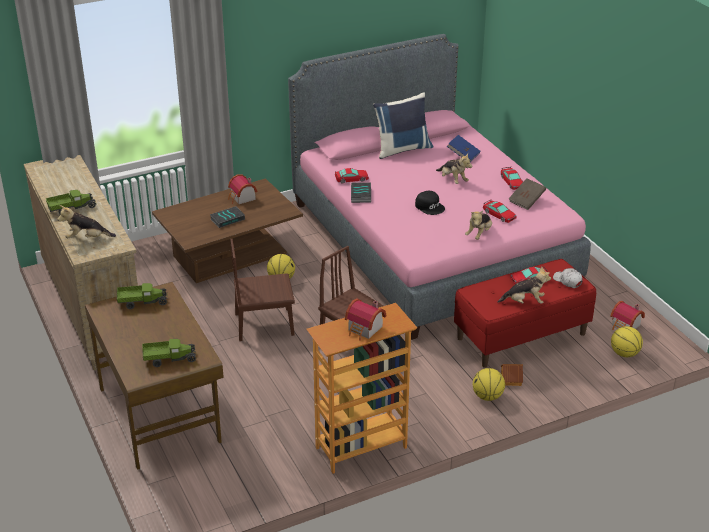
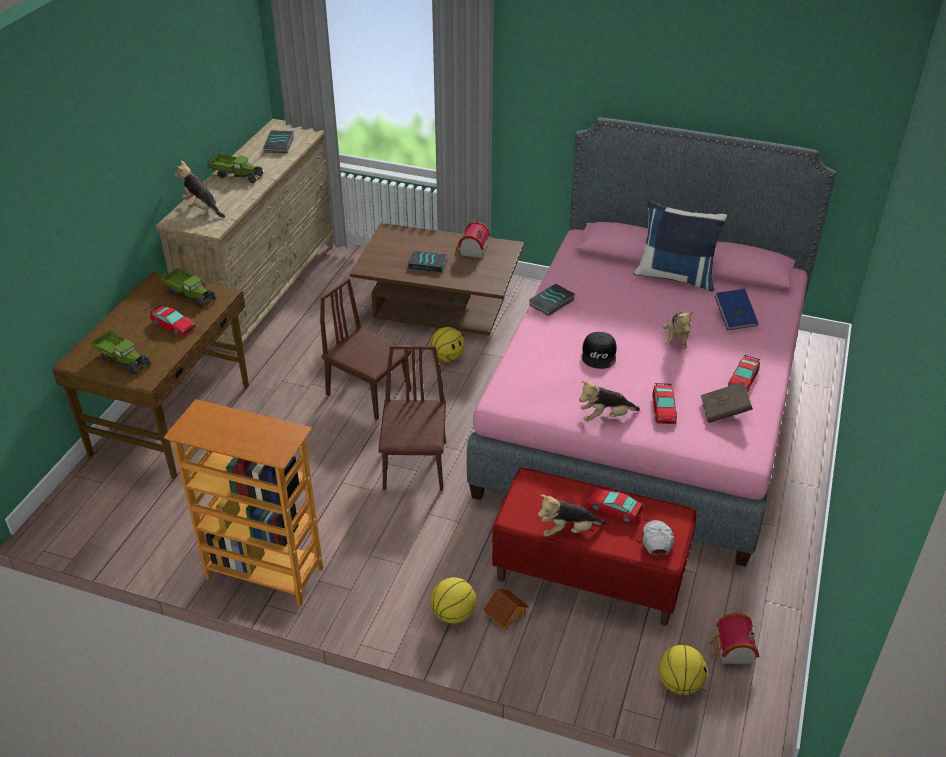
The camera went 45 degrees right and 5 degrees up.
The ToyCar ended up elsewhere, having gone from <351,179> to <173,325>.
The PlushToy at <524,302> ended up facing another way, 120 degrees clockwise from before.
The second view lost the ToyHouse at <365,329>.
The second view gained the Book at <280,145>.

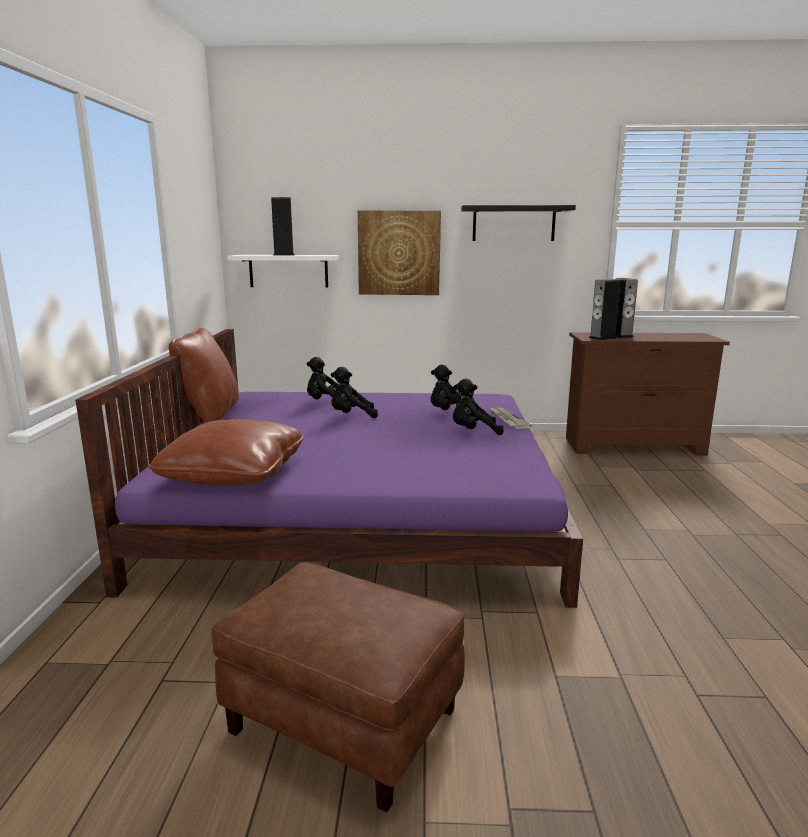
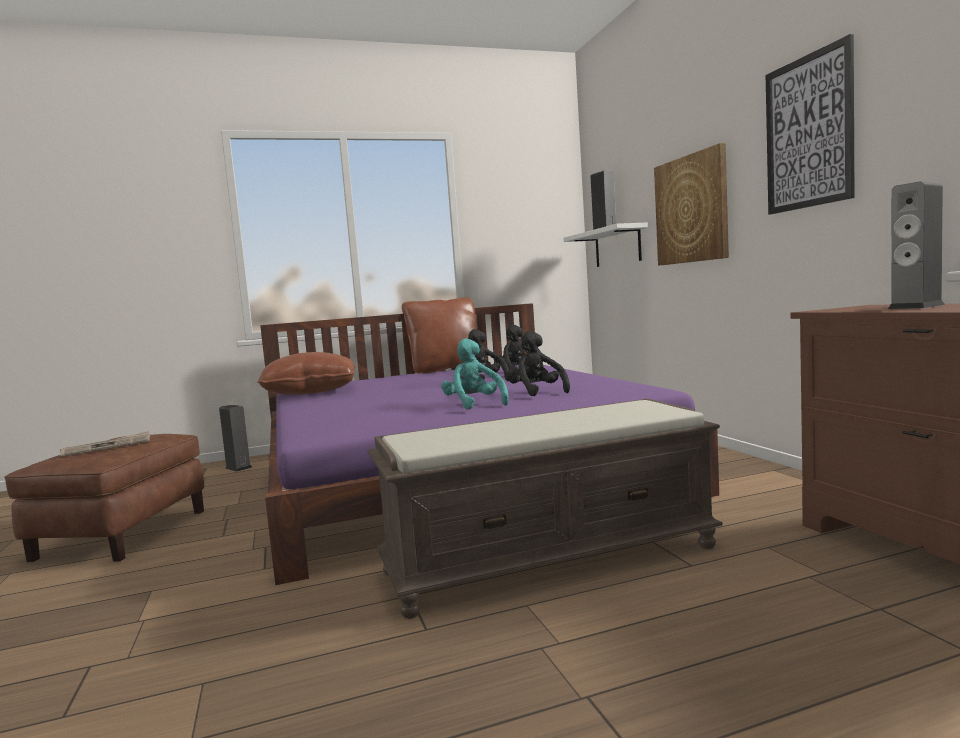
The camera went 70 degrees right and 10 degrees down.
Where the BlackShelf hung at <513,223>, the Picture came to hang at <808,132>.
The Speaker ended up elsewhere, having gone from <602,338> to <238,467>.
What was the BlackPlushToy at <473,432> turned into the TurquoisePlushToy at <474,405>.
The Newspaper ended up elsewhere, having gone from <508,420> to <107,447>.
The second view gained the BrownBench at <551,558>.

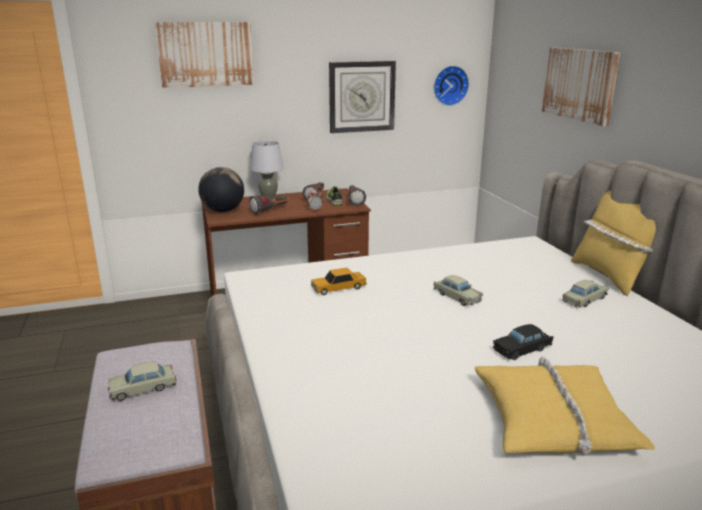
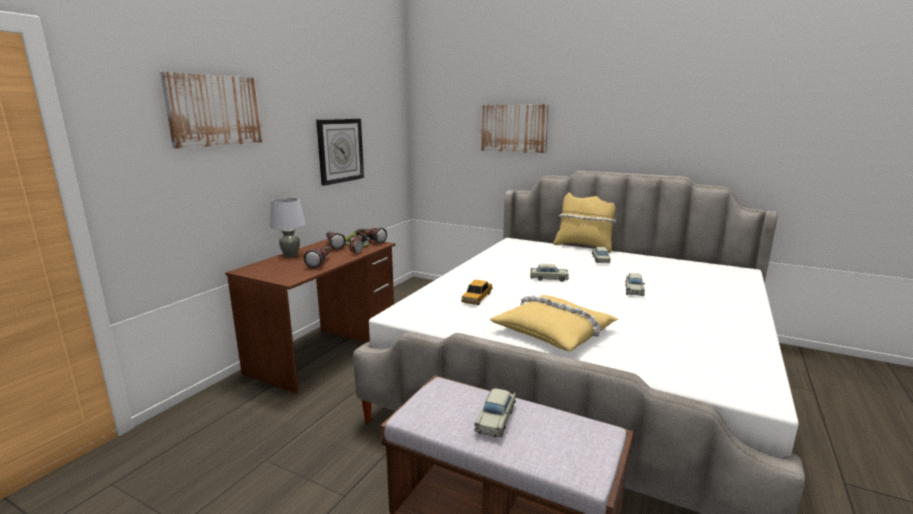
The camera went 45 degrees left and 5 degrees down.
The second view lost the WallClock at <449,85>.
The second view lost the Globe at <223,211>.
What was the BlackToyCar at <522,349> turned into the BeigeToyCar at <634,290>.
The YellowPillow ended up elsewhere, having gone from <553,420> to <554,331>.

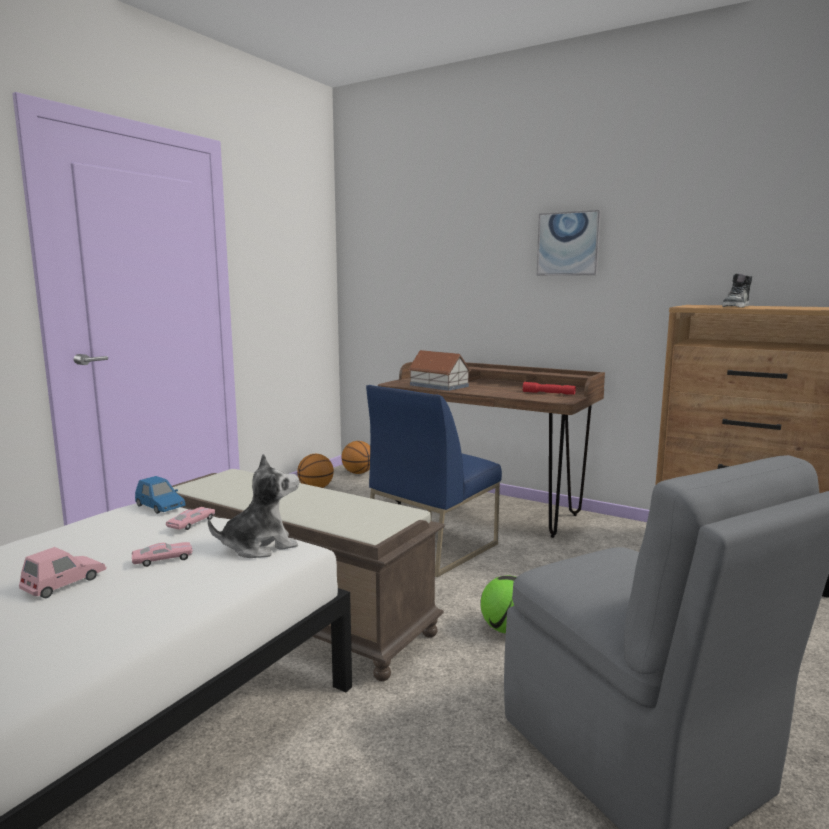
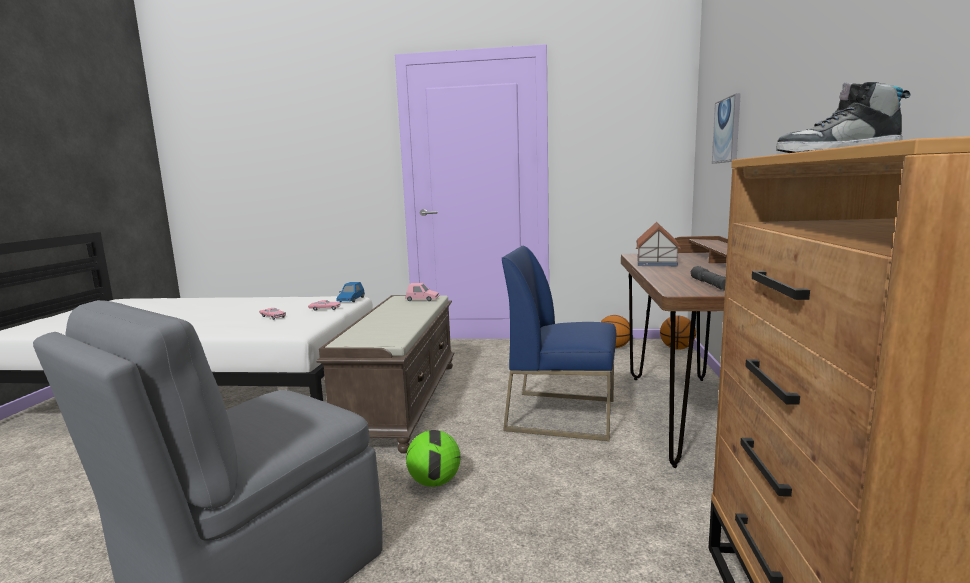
The camera went 65 degrees right and 0 degrees up.
The Picture ended up elsewhere, having gone from <568,244> to <727,130>.
What was the RedFlashlight at <548,393> turned into the GreyFlashlight at <710,284>.
The second view lost the PlushToy at <260,546>.
The PinkToyCar ended up elsewhere, having gone from <64,583> to <422,299>.

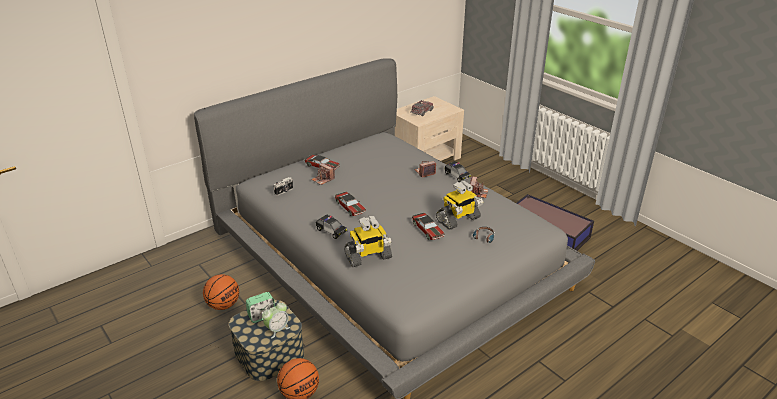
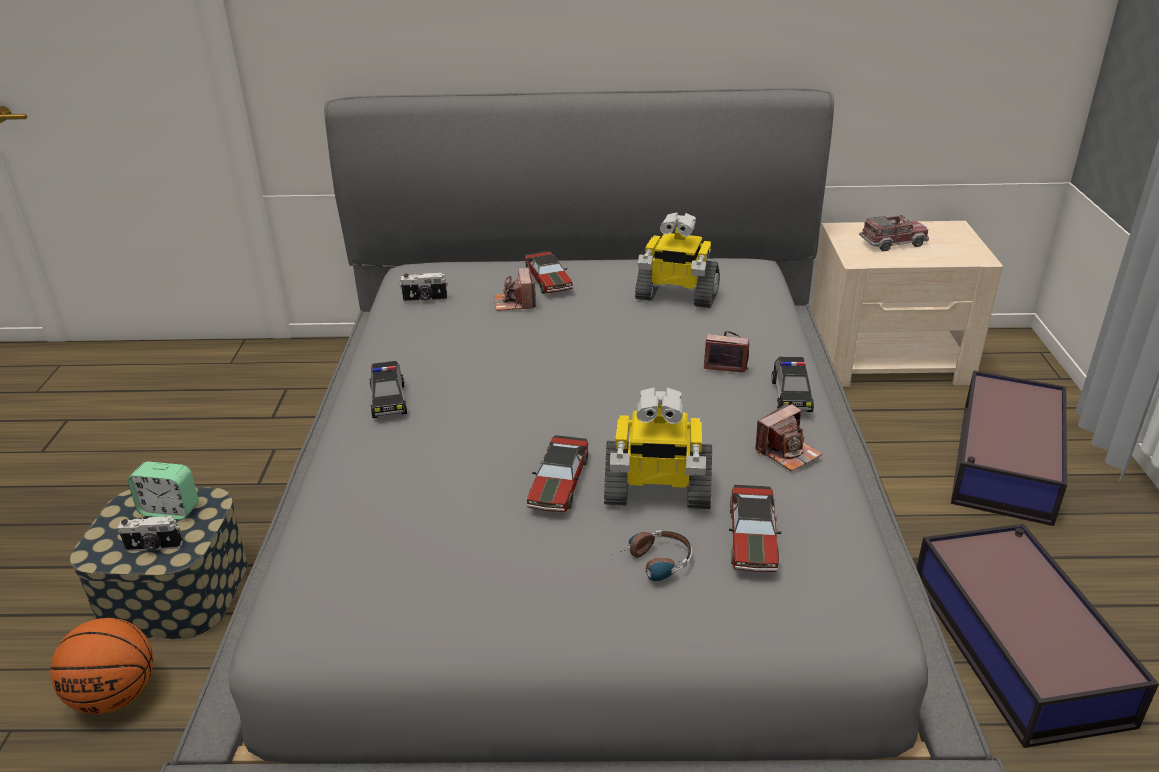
The camera went 40 degrees right and 0 degrees up.
The ToyCar ended up elsewhere, having gone from <350,207> to <752,538>.
The ToyRobot ended up elsewhere, having gone from <368,257> to <676,296>.
The second view lost the Basketball at <223,305>.
Where the AlarmClock stood at <277,329>, the PhotoCamera came to stand at <153,547>.
The second view gained the StorageBox at <1004,463>.

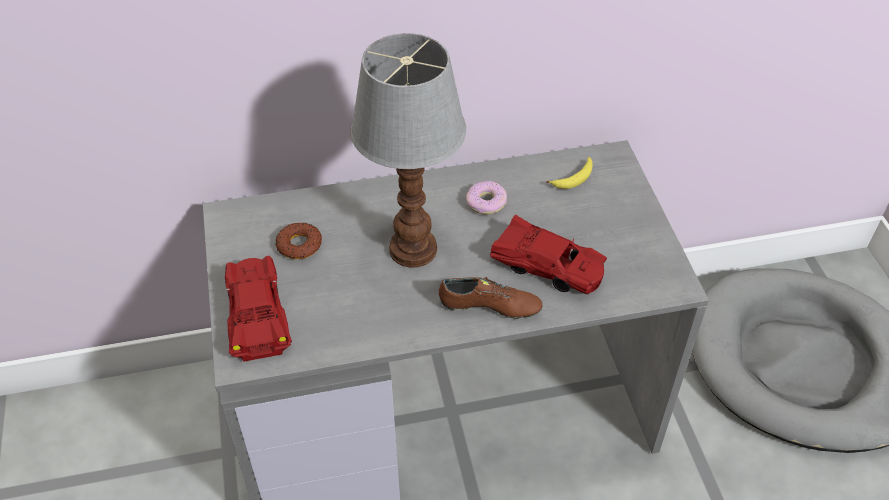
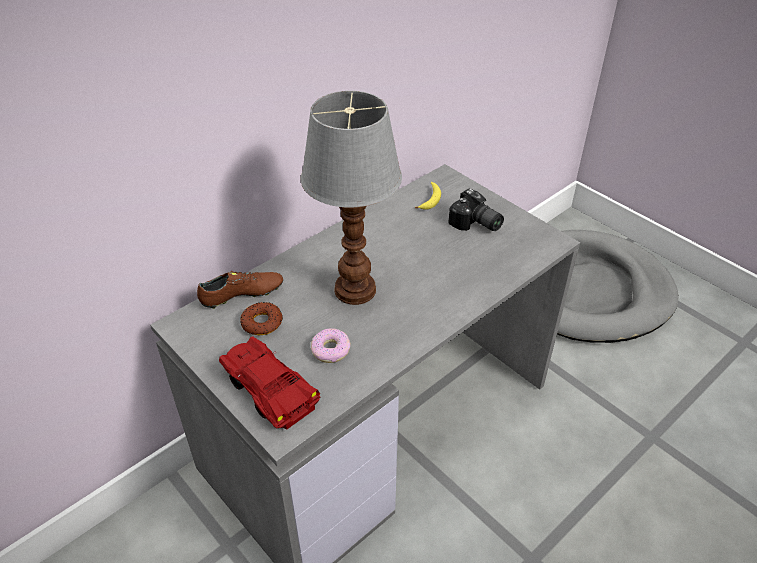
The camera went 30 degrees left and 5 degrees down.
The Donut ended up elsewhere, having gone from <486,203> to <331,350>.
The second view lost the RedToyCar at <547,267>.
The BrownShoe ended up elsewhere, having gone from <489,307> to <242,295>.
The second view gained the PhotoCamera at <475,224>.

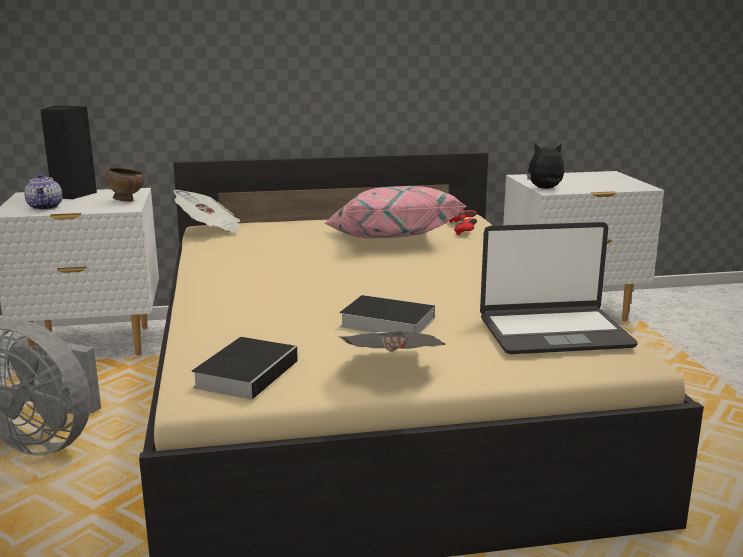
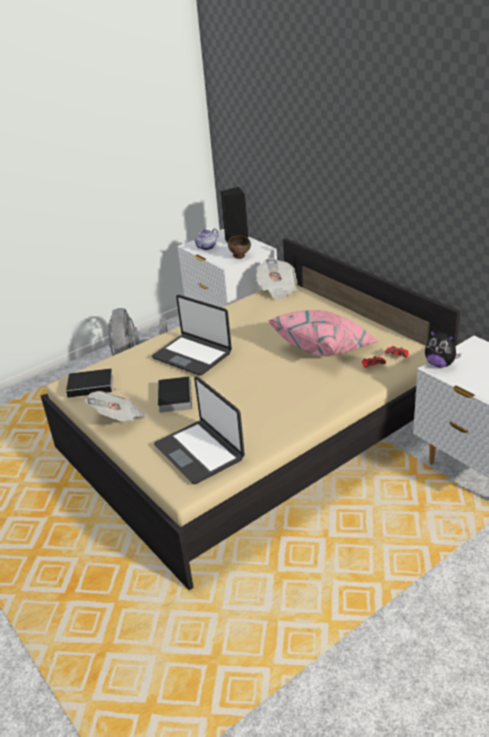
The camera went 65 degrees right and 15 degrees up.
The PlushToy at <545,189> ended up facing another way, 150 degrees clockwise from before.
The second view gained the Laptop at <192,355>.

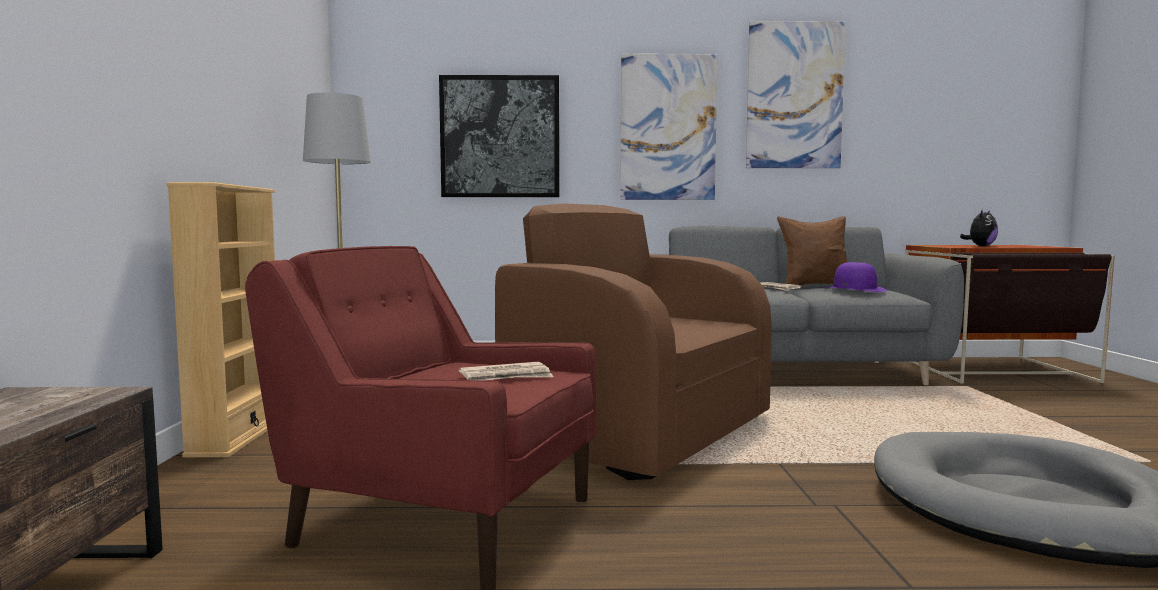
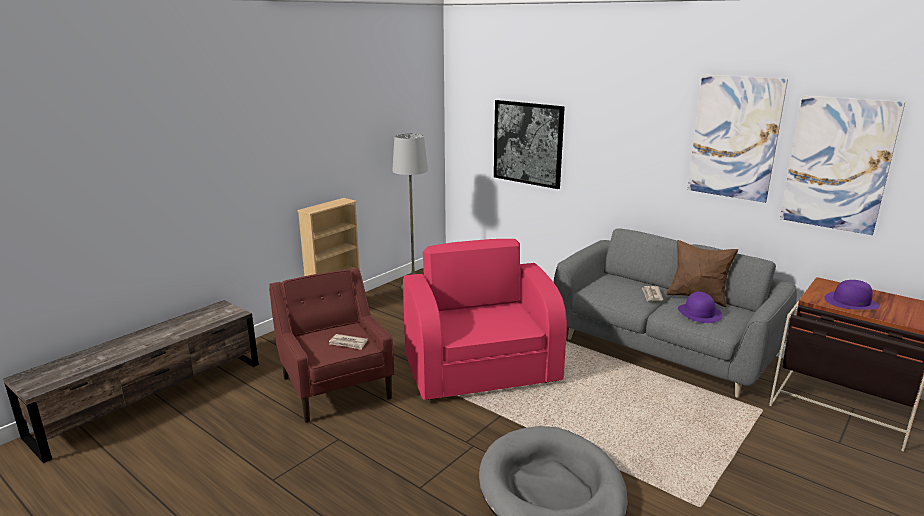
The camera went 40 degrees right and 15 degrees up.
The Picture ended up elsewhere, having gone from <668,127> to <837,164>.
What was the BrownArmchair at <642,432> turned into the PinkArmchair at <482,369>.
Where the PlushToy stood at <980,246>, the PurpleHat came to stand at <851,302>.

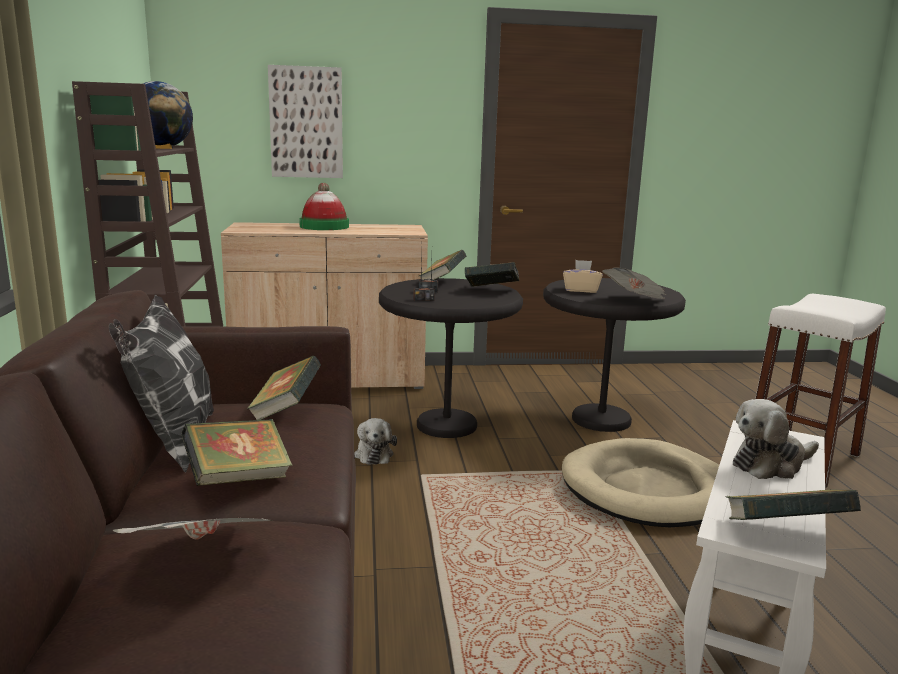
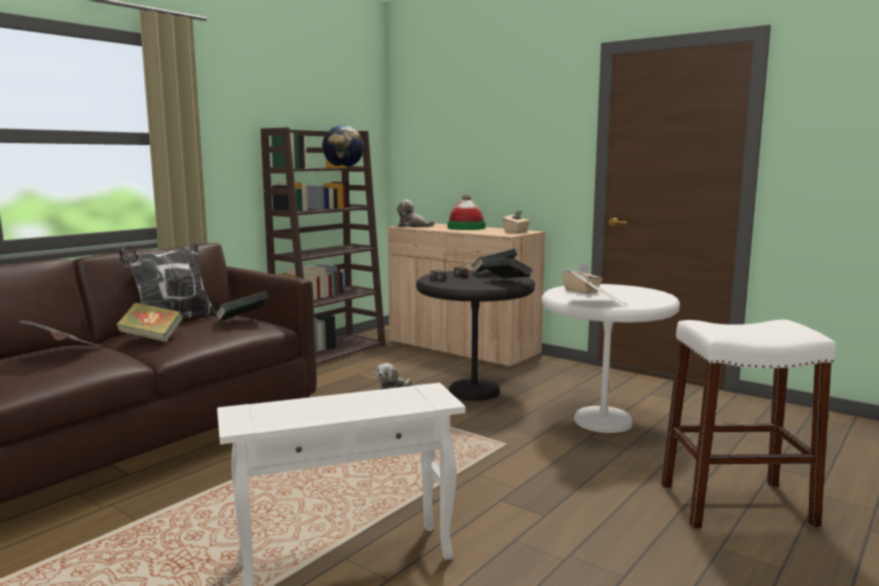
The camera went 45 degrees right and 5 degrees down.
The second view lost the Picture at <306,122>.
What was the BlackSideTable at <601,420> turned into the WhiteSideTable at <603,421>.
The PlushToy ended up elsewhere, having gone from <770,464> to <413,226>.
The second view lost the BeigeDogBed at <649,490>.
The second view lost the Book at <783,535>.
The second view gained the BeigeTissueBox at <516,232>.

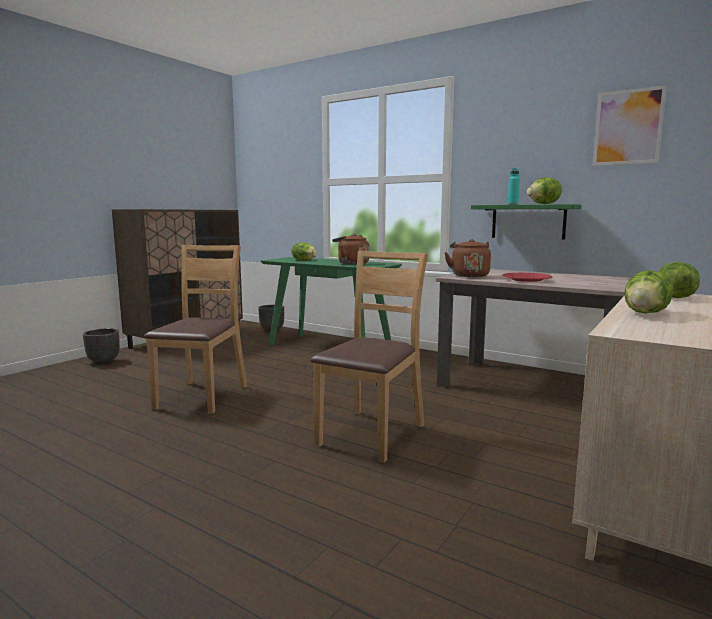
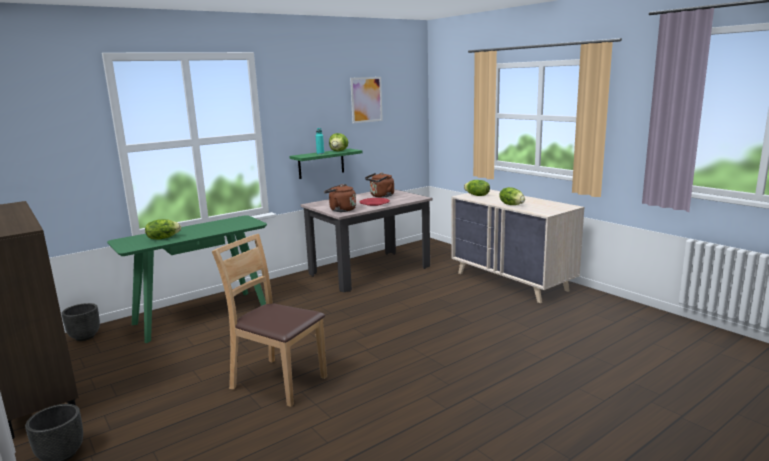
The camera went 70 degrees left and 5 degrees up.
The BrownKettle ended up elsewhere, having gone from <351,263> to <381,196>.
The second view lost the BrownChair at <371,434>.

